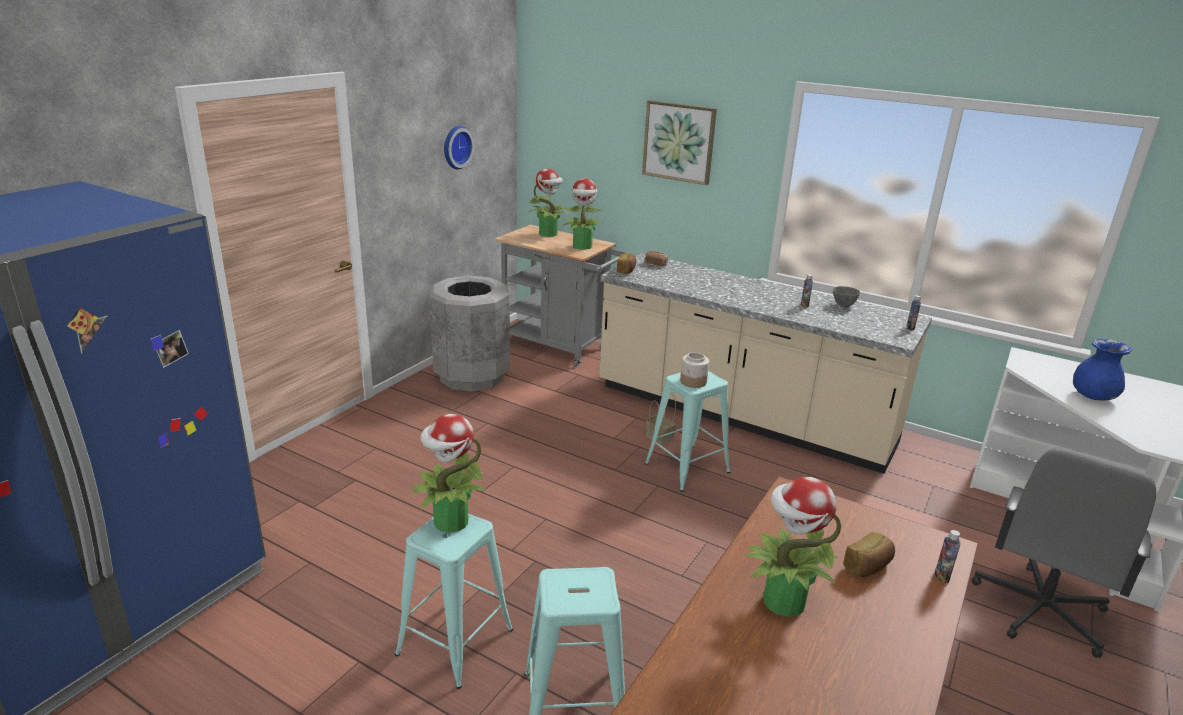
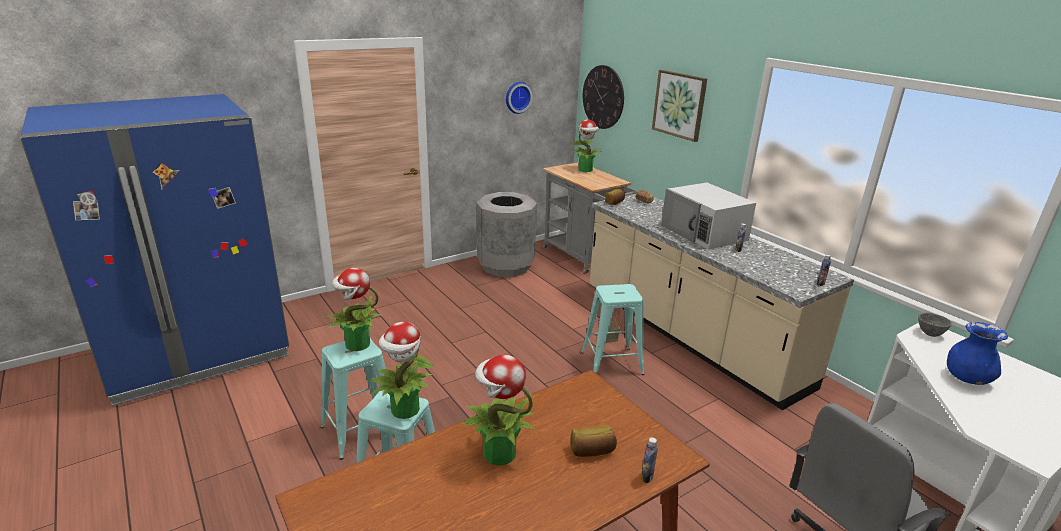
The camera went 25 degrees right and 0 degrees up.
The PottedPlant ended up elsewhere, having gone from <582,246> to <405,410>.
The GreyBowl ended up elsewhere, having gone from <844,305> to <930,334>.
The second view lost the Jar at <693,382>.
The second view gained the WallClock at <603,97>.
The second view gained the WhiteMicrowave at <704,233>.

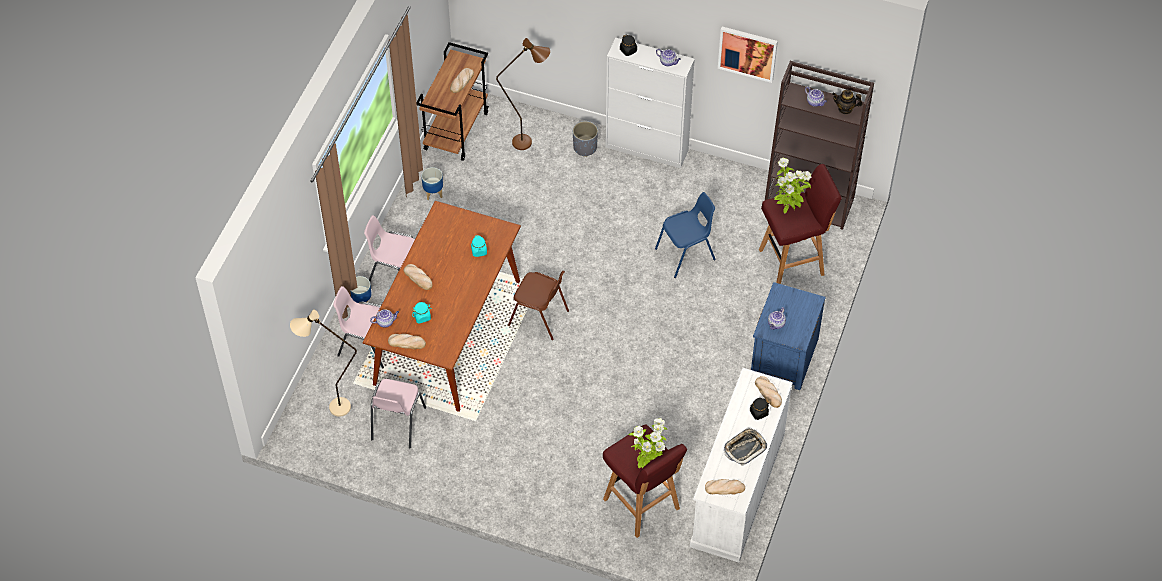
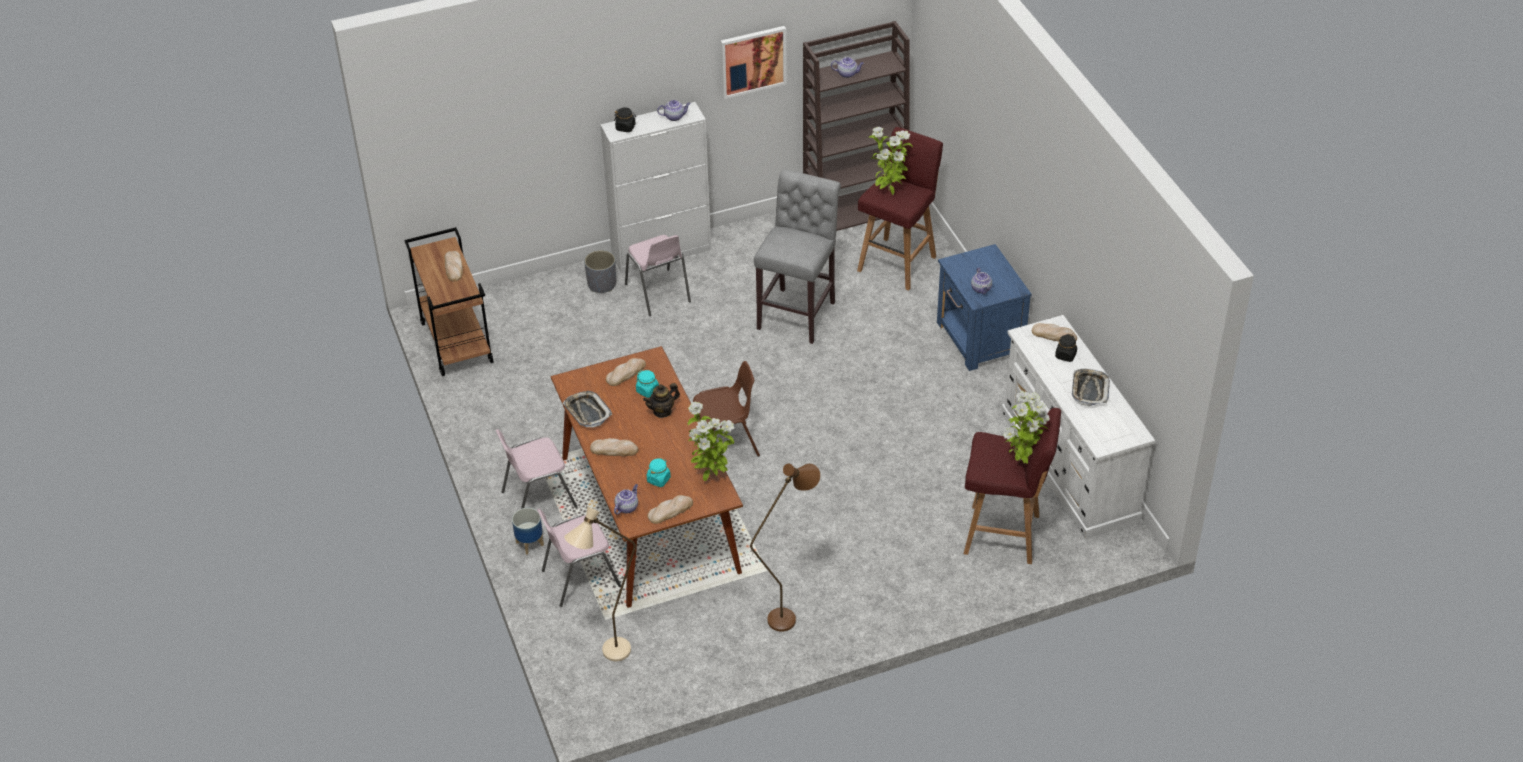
The camera went 40 degrees left and 10 degrees down.
The BrownFloorLamp ended up elsewhere, having gone from <529,143> to <790,615>.
The Teapot ended up elsewhere, having gone from <845,109> to <662,411>.
The second view lost the Planter at <433,192>.
Where the BlueChair stood at <686,255>, the GreyStool came to stand at <798,313>.
The PinkChair ended up elsewhere, having gone from <397,424> to <658,293>.
The Bread ended up elsewhere, having gone from <724,488> to <626,373>.
The second view gained the Tray at <587,412>.
The second view gained the PottedPlant at <710,476>.

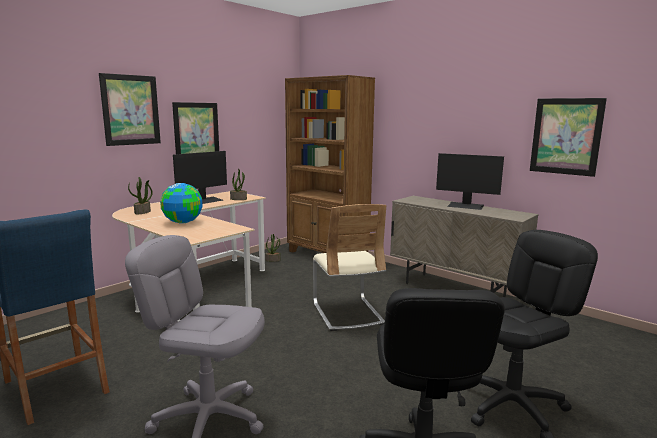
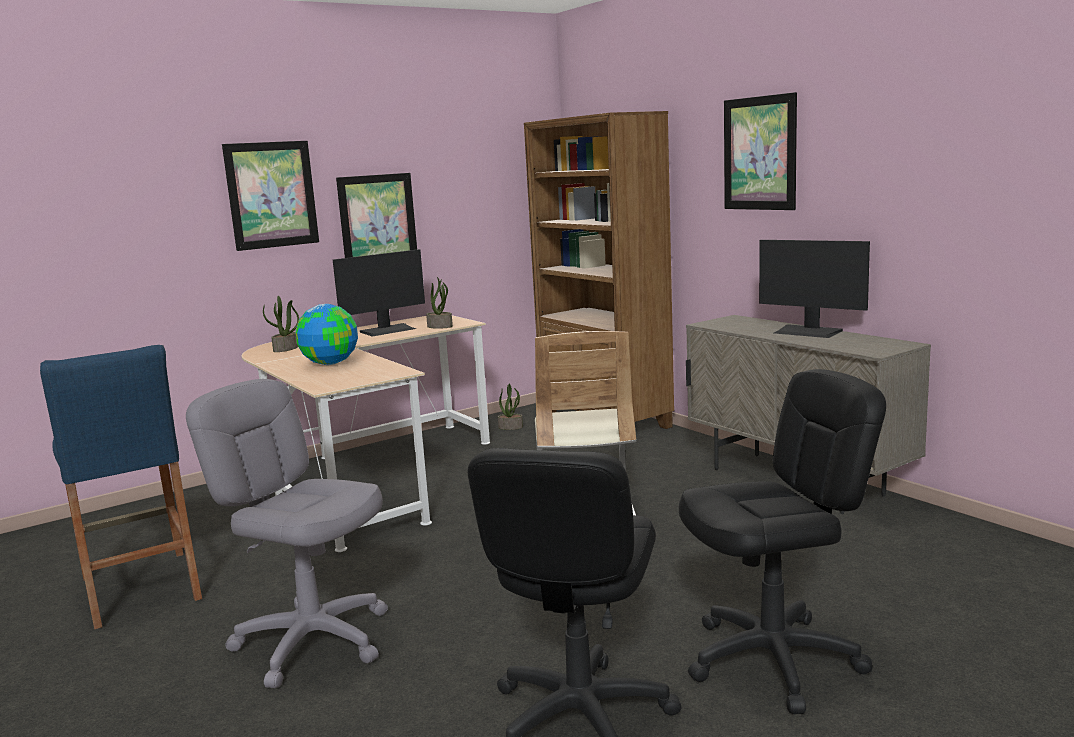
The camera went 15 degrees right and 0 degrees up.
The Picture ended up elsewhere, having gone from <566,136> to <760,153>.

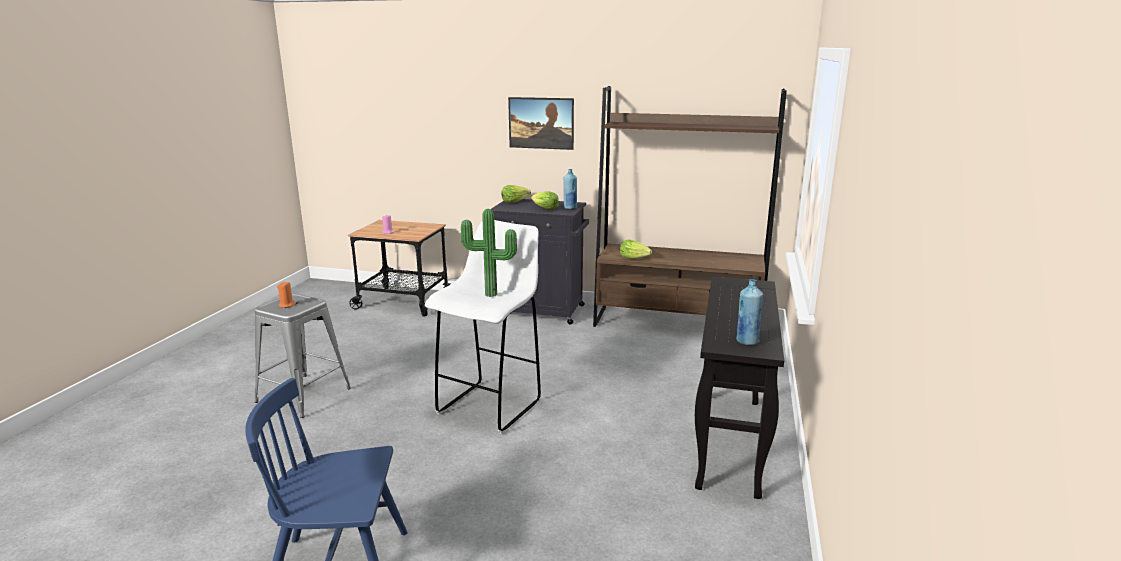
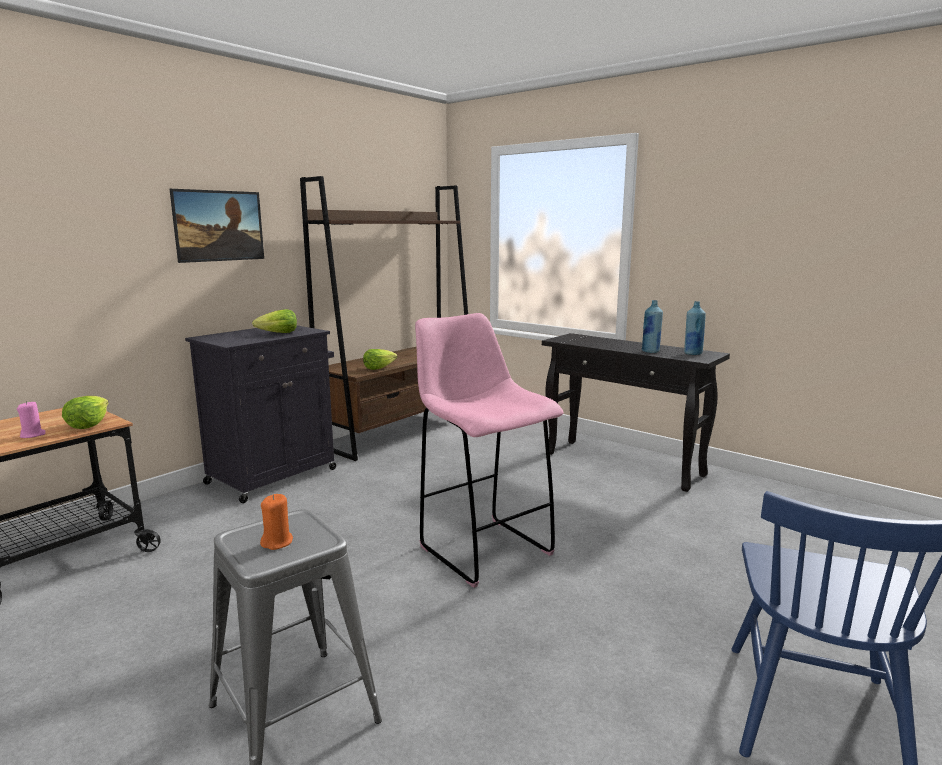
The camera went 65 degrees left and 5 degrees down.
The BlueBottle ended up elsewhere, having gone from <570,208> to <650,351>.
The Lettuce ended up elsewhere, having gone from <514,201> to <88,424>.
The second view lost the PottedPlant at <491,295>.
What was the WhiteStool at <491,406> turned into the PinkStool at <483,548>.

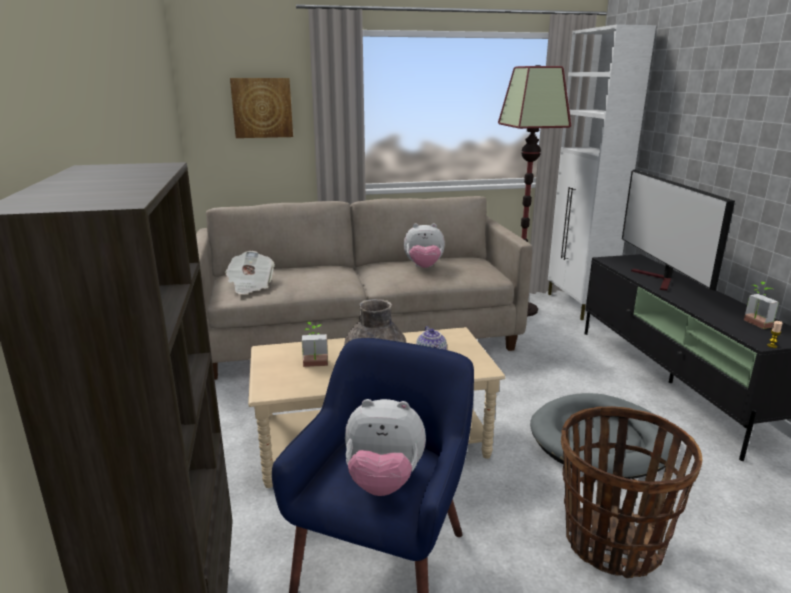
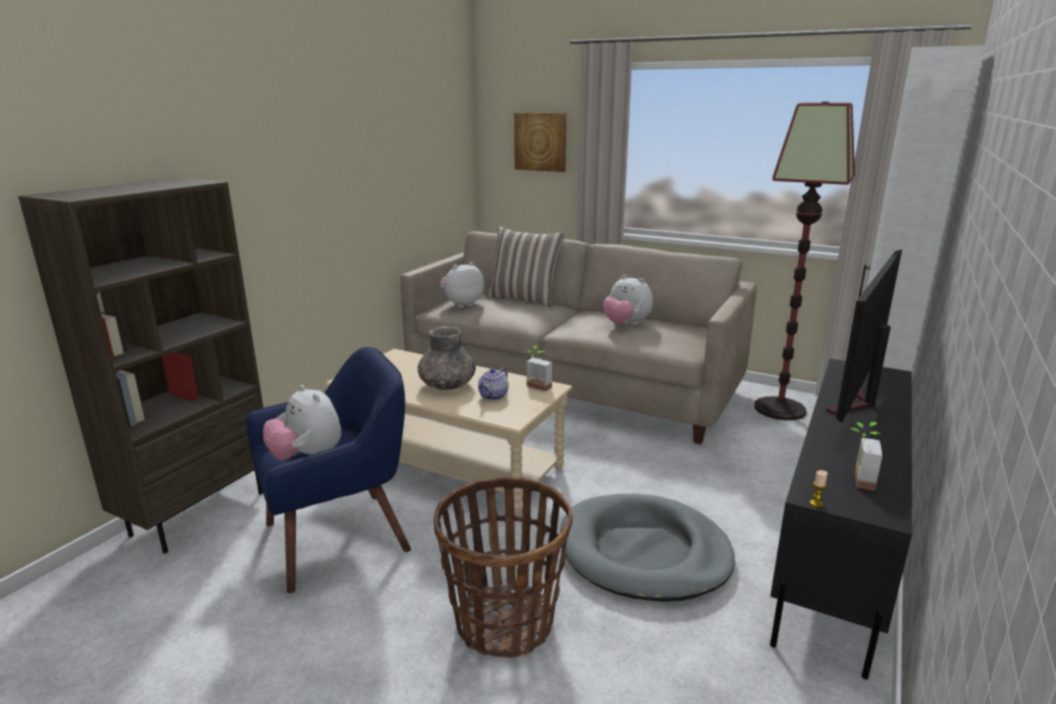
The camera went 40 degrees right and 0 degrees up.
Where the Newspaper stood at <250,285>, the PlushToy came to stand at <462,304>.
The PottedPlant ended up elsewhere, having gone from <315,365> to <536,388>.
The second view gained the Pillow at <524,299>.

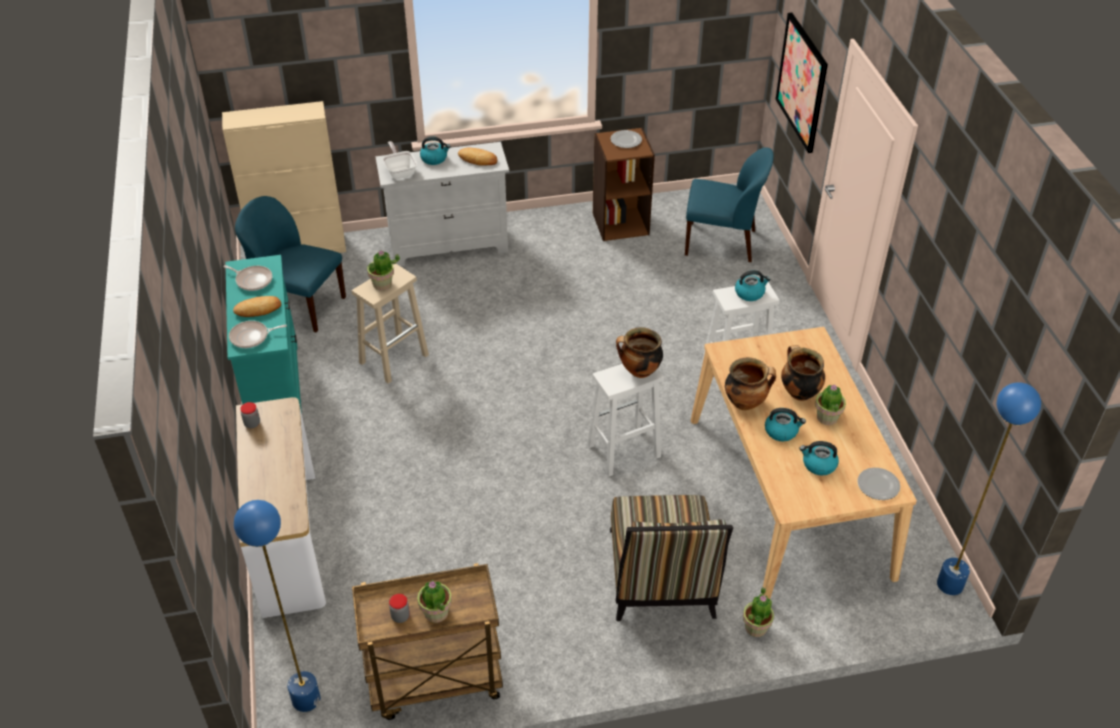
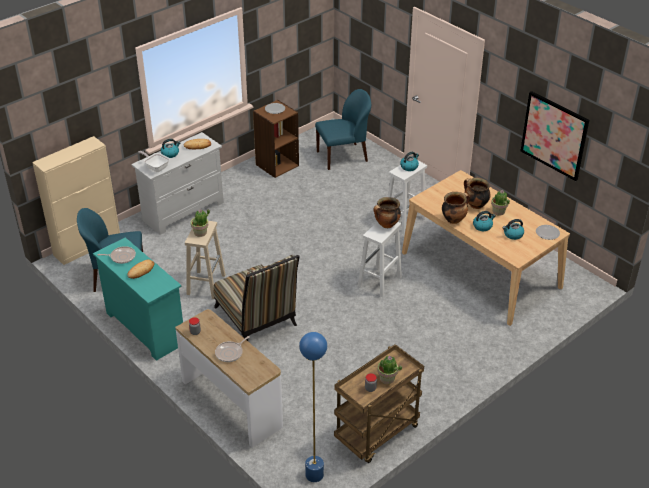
The camera went 30 degrees left and 5 degrees down.
The Picture ended up elsewhere, having gone from <802,82> to <554,135>.
The FryingPan ended up elsewhere, having gone from <251,337> to <230,353>.
The second view lost the BlueFloorLamp at <950,584>.
The Chair ended up elsewhere, having gone from <662,580> to <257,319>.
The second view lost the PottedPlant at <756,627>.

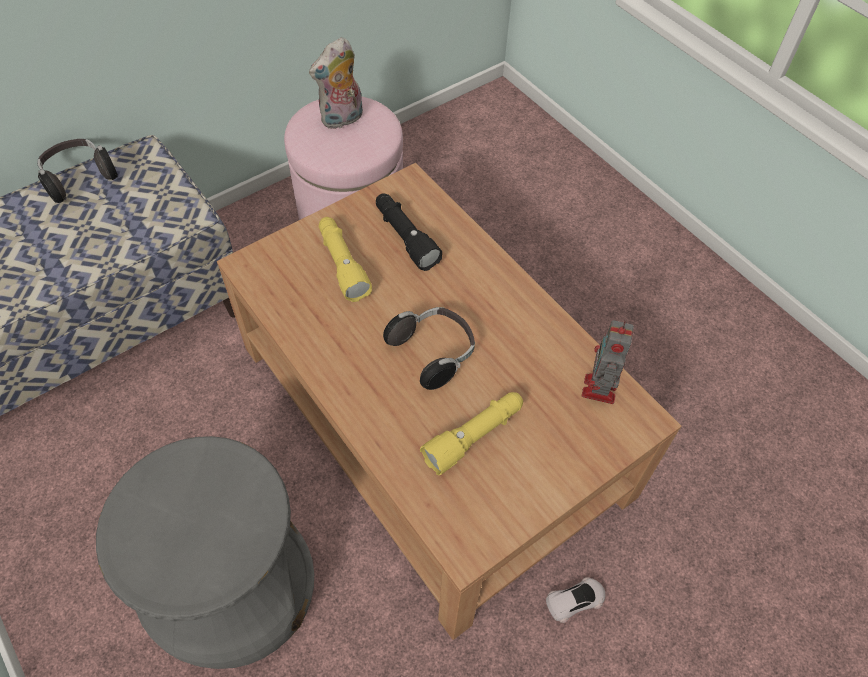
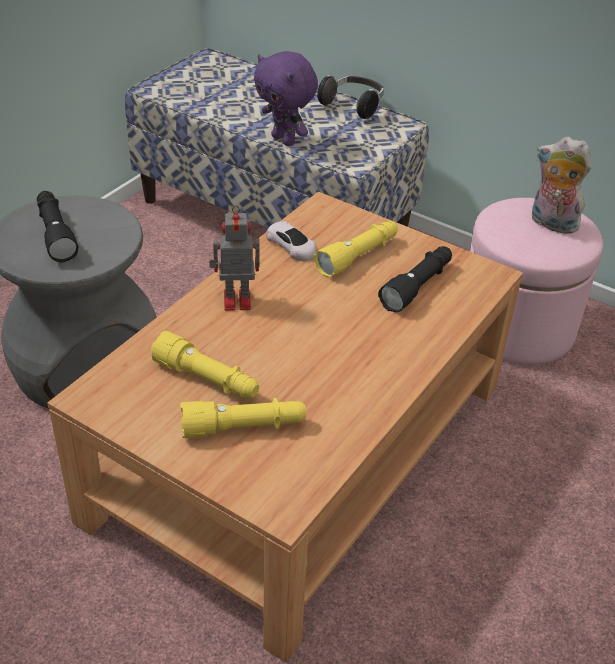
The camera went 70 degrees right and 15 degrees down.
The second view lost the Headphones at <433,353>.
The ToyRobot ended up elsewhere, having gone from <599,391> to <235,300>.
The WhiteToyCar ended up elsewhere, having gone from <575,600> to <292,246>.
The second view gained the PurplePlushToy at <285,140>.
The second view gained the BlackFlashlight at <55,234>.
The second view gained the YellowFlashlight at <243,427>.

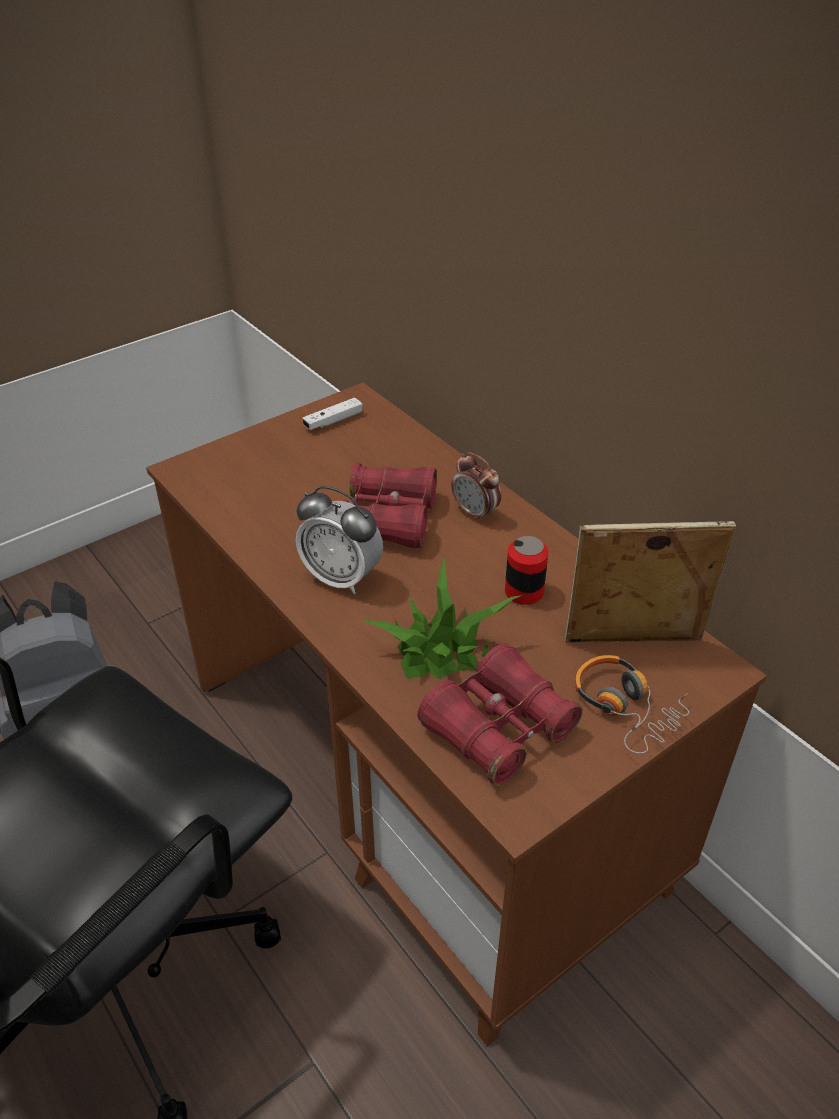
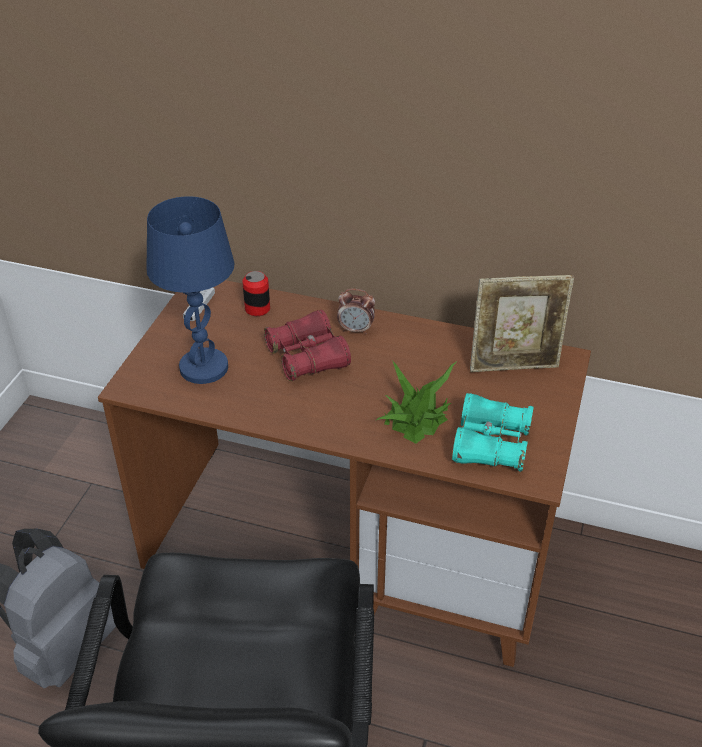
The camera went 35 degrees left and 0 degrees up.
The second view lost the AlarmClock at <341,578>.
The PictureFrame at <631,645> ended up facing another way, 150 degrees counterclockwise from before.
The Can ended up elsewhere, having gone from <524,592> to <257,309>.
What was the RedBinoculars at <498,729> turned into the TurquoiseBinoculars at <491,444>.
The second view lost the Headphones at <626,707>.
The second view gained the BlueTableLamp at <204,368>.

